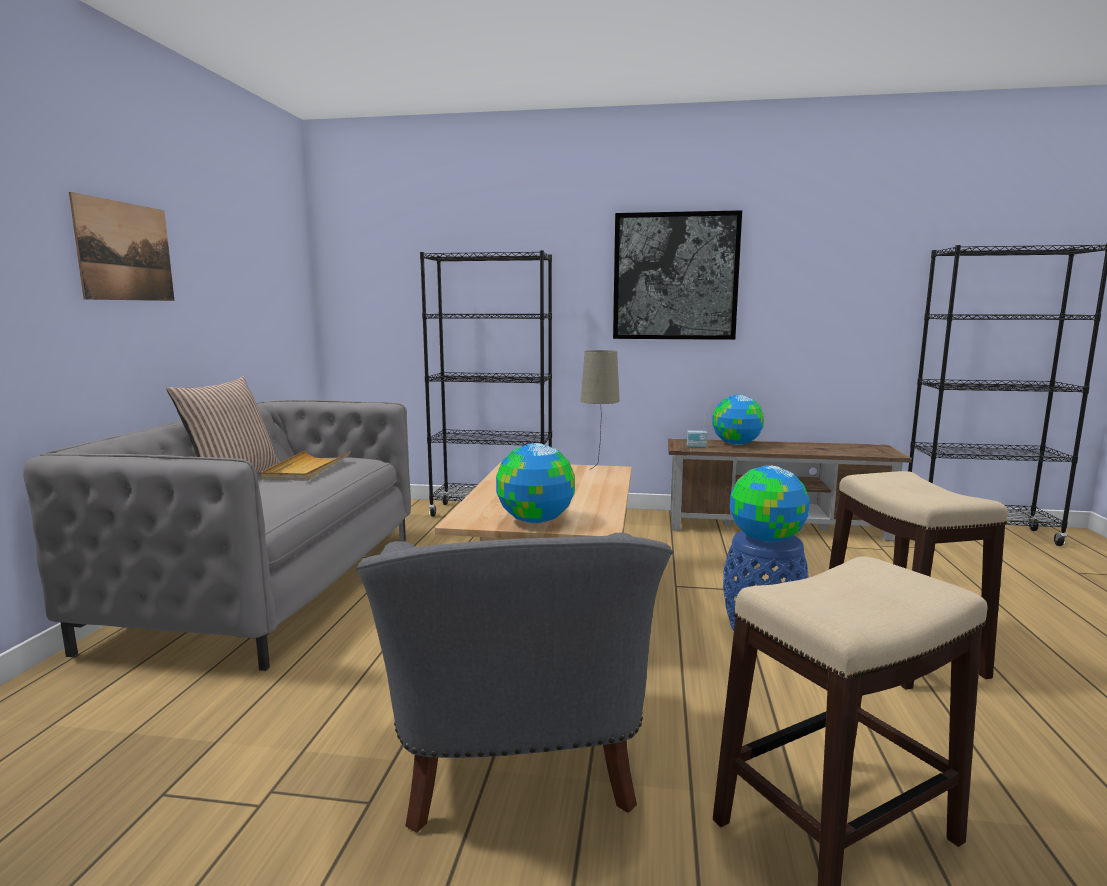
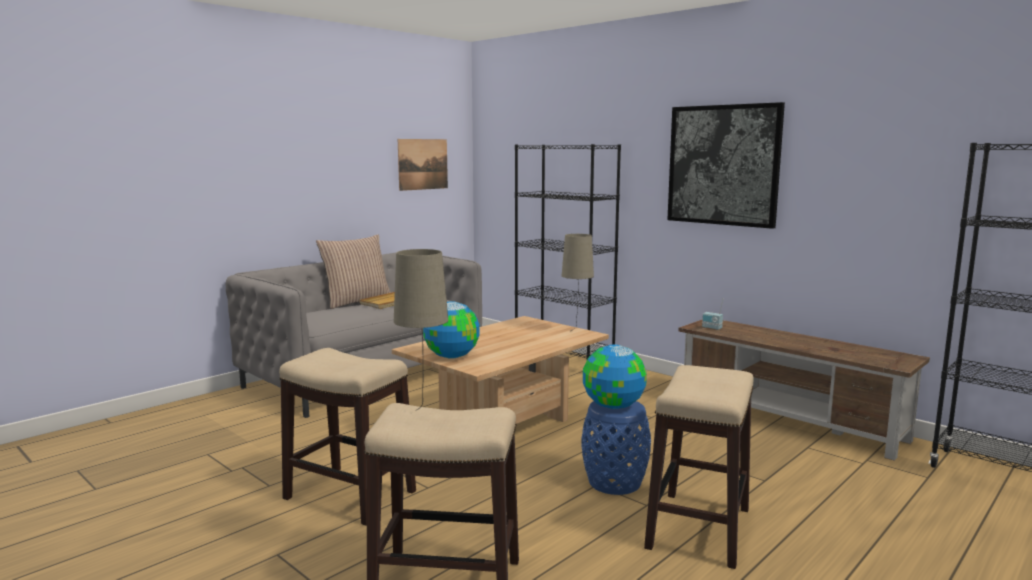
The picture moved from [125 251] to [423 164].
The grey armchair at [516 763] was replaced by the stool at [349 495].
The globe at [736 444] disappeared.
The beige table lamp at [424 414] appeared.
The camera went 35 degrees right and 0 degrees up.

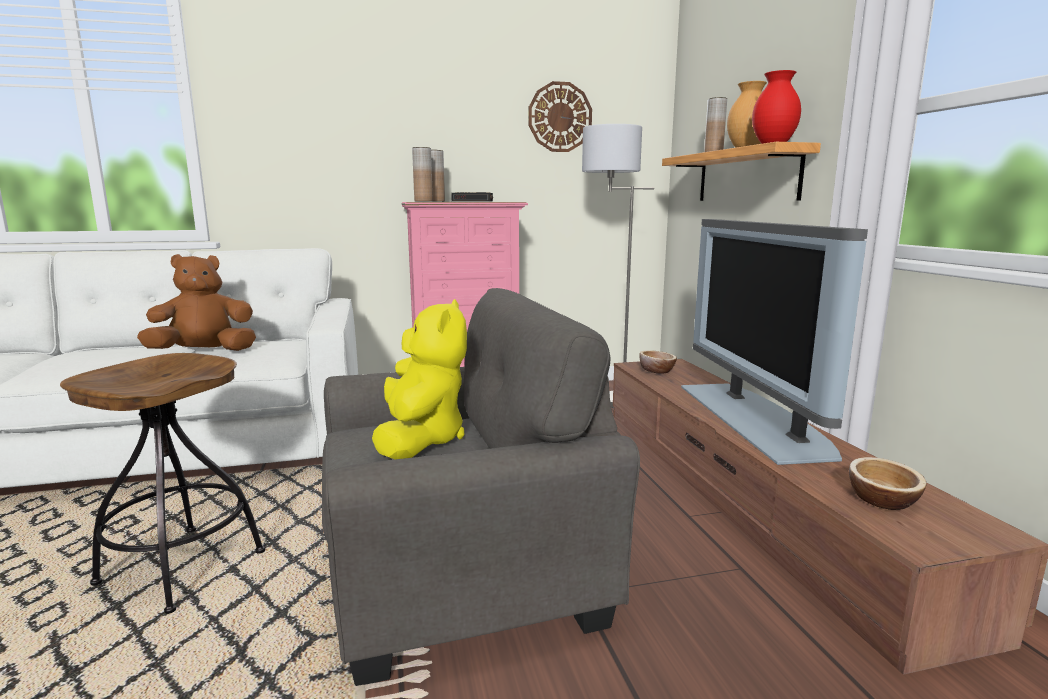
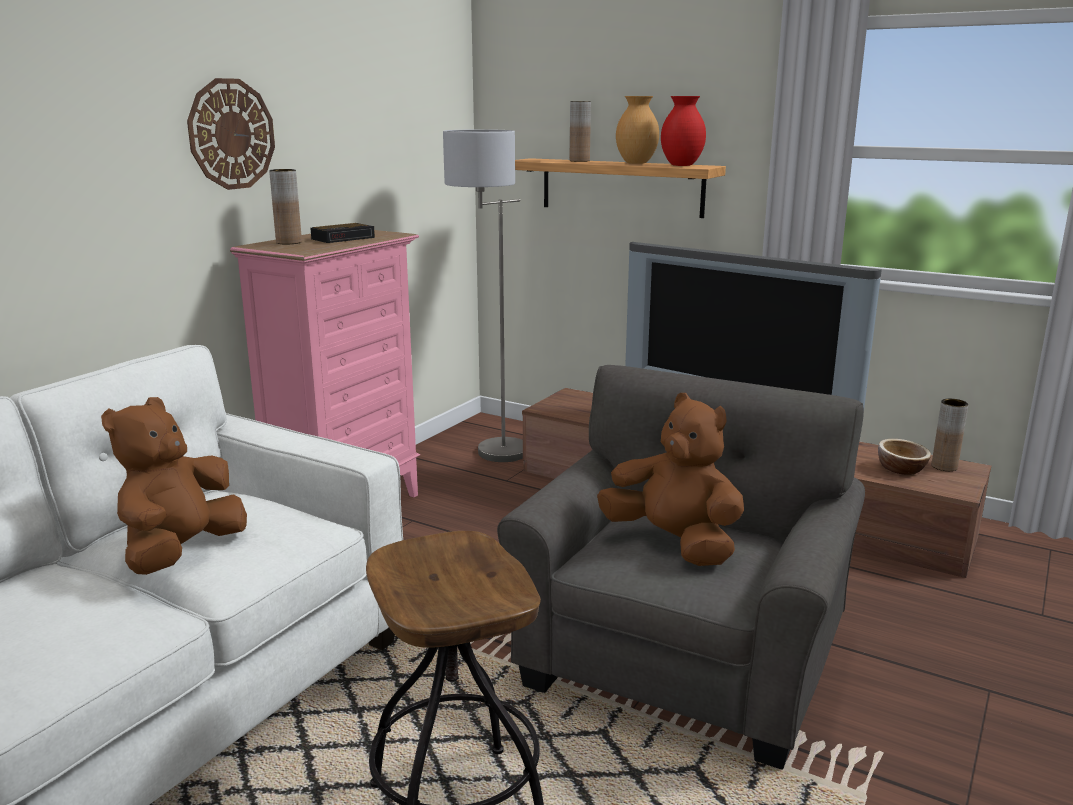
The yellow plush toy at [420 440] became the brown plush toy at [673 543].
The brown vase moved from [423 201] to [944 466].
The wall clock moved from [560 117] to [231 134].
The bowl at [656 371] disappeared.
The camera went 45 degrees left and 5 degrees up.

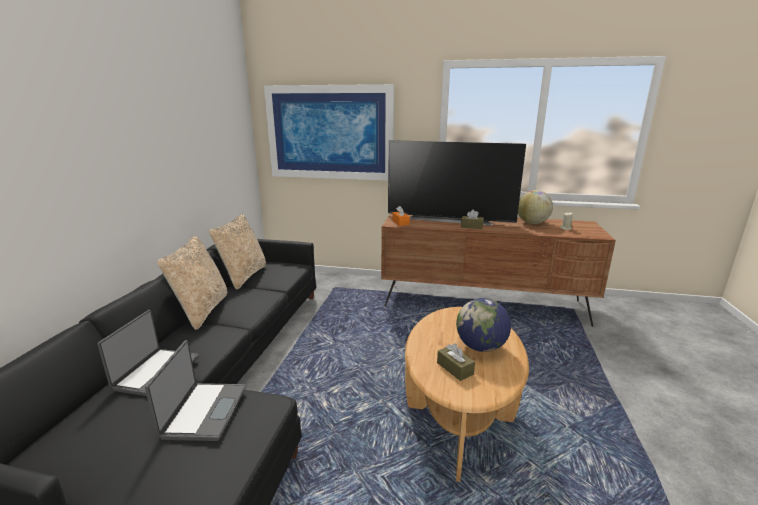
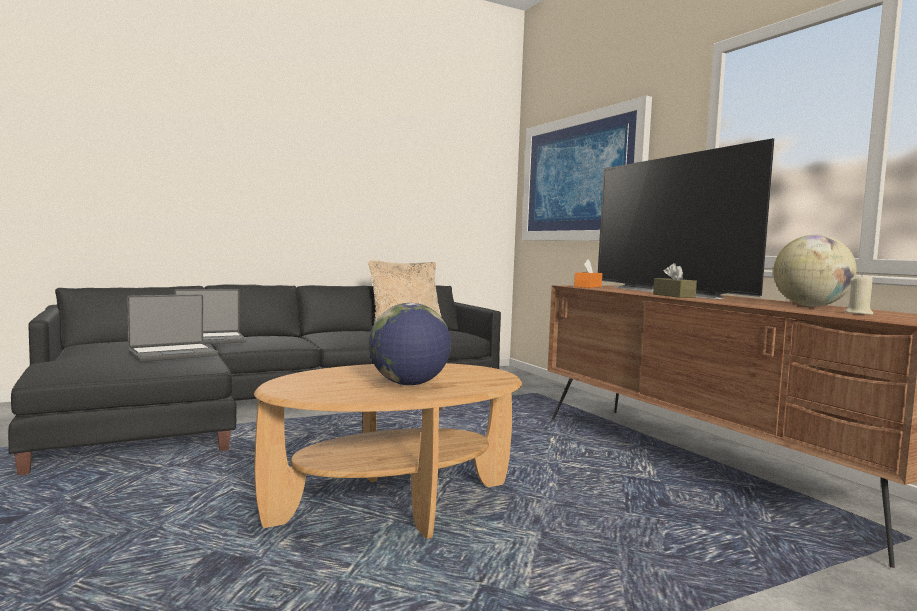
The beige pillow at [203 311] disappeared.
The brown tissue box at [455 368] disappeared.
The camera went 50 degrees right and 15 degrees down.

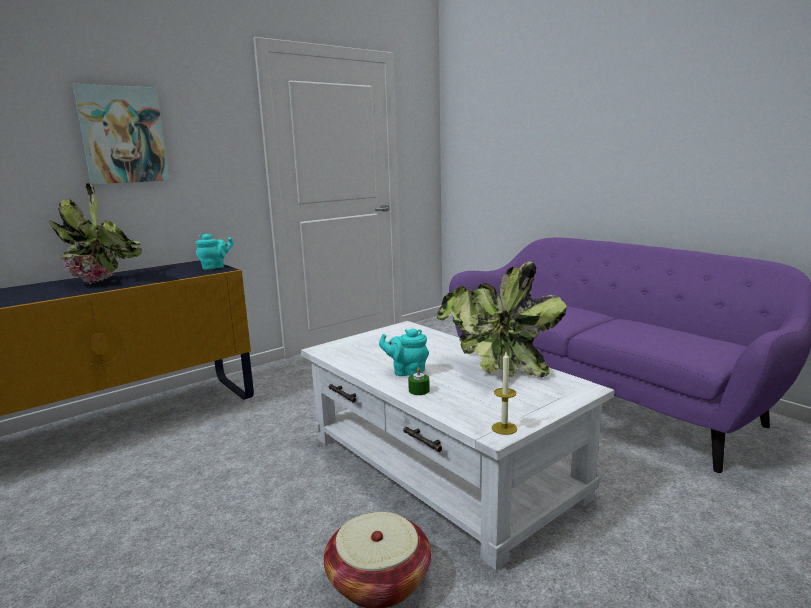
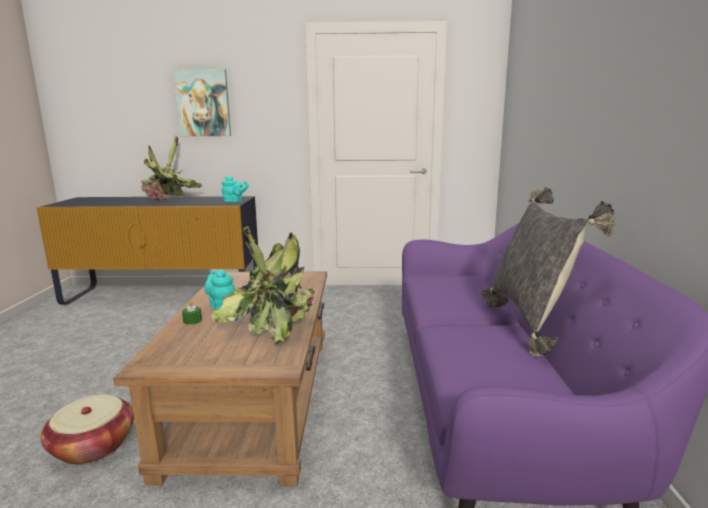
The white coffee table at [442 466] became the brown coffee table at [254 399].
The candle at [504 428] disappeared.
The pillow at [533 329] appeared.
The camera went 40 degrees right and 0 degrees up.

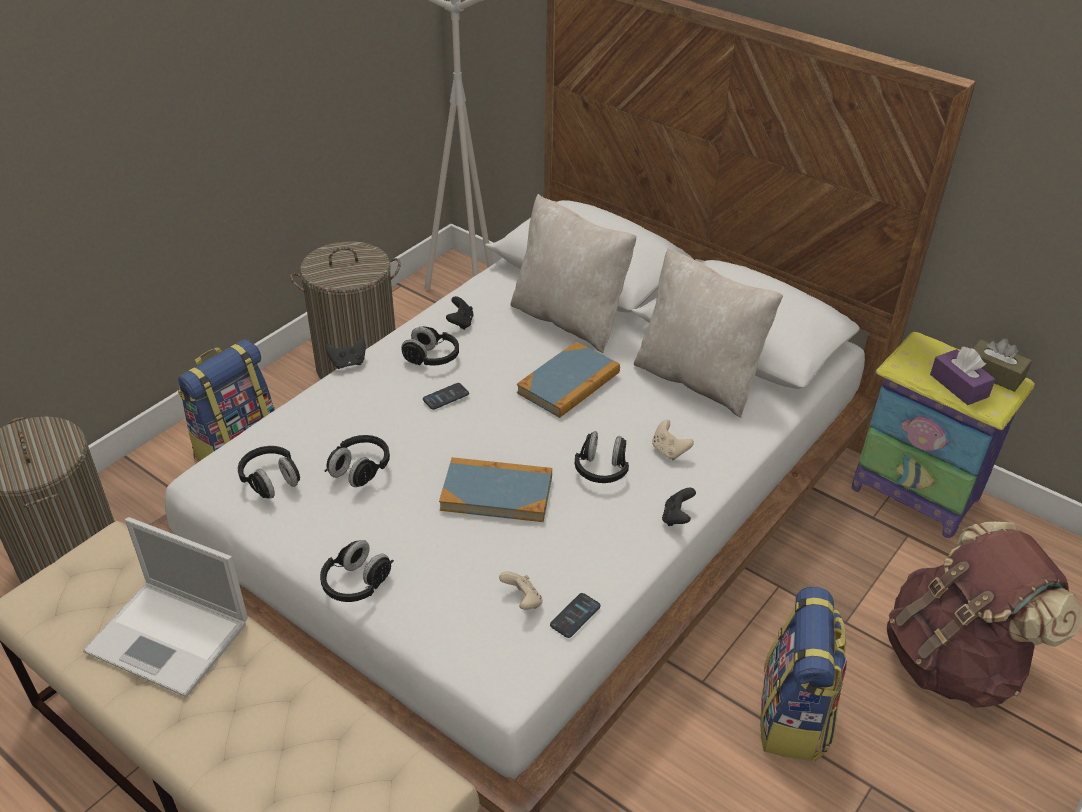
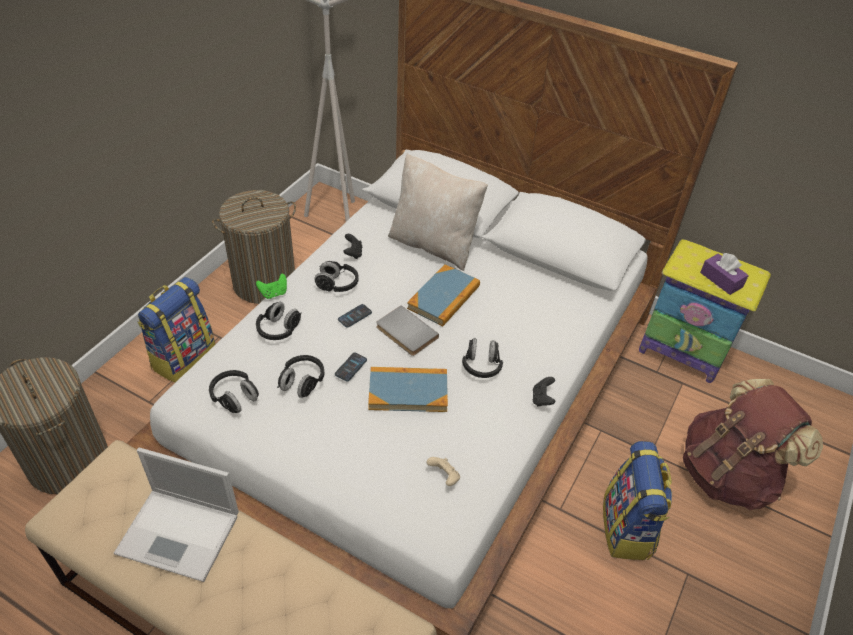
The black headphones moved from [356 584] to [279 329].
The black game controller at [348 363] became the green game controller at [274 293].
The phone moved from [575 616] to [351 367].
The beige pillow at [698 379] disappeared.
The beige game controller at [669 451] disappeared.
The brown tissue box at [994 374] disappeared.
The grey book at [405 333] appeared.
The camera went 10 degrees left and 5 degrees up.

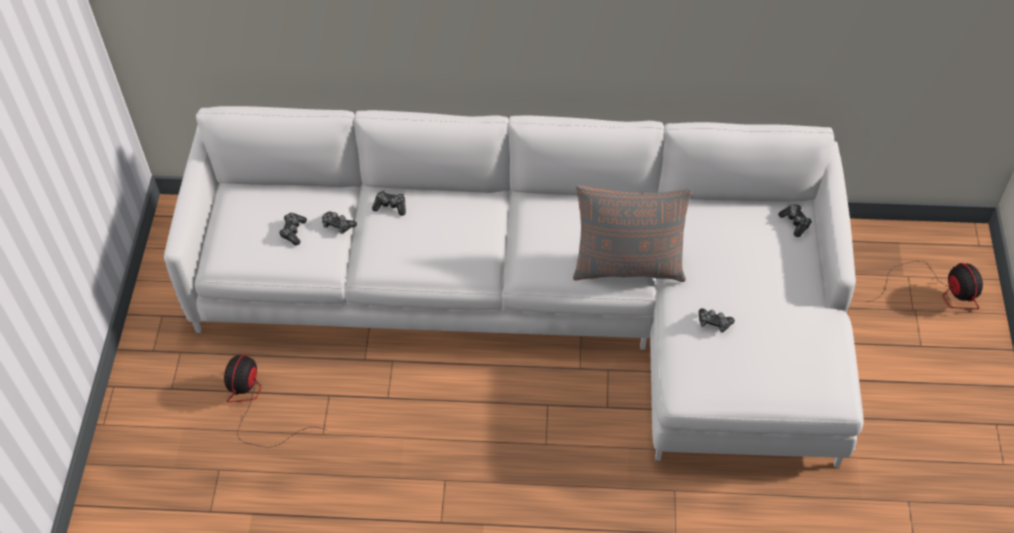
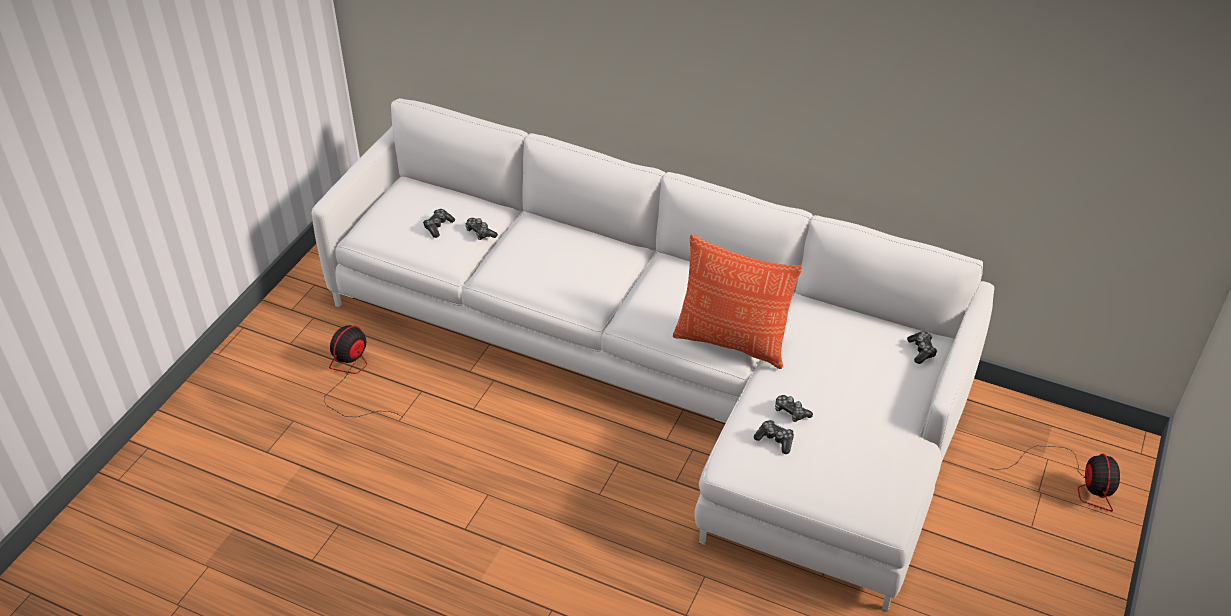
The game controller moved from [390 206] to [775 440].
The grey pillow at [628 267] became the orange pillow at [732 342].
The camera went 20 degrees right and 10 degrees down.

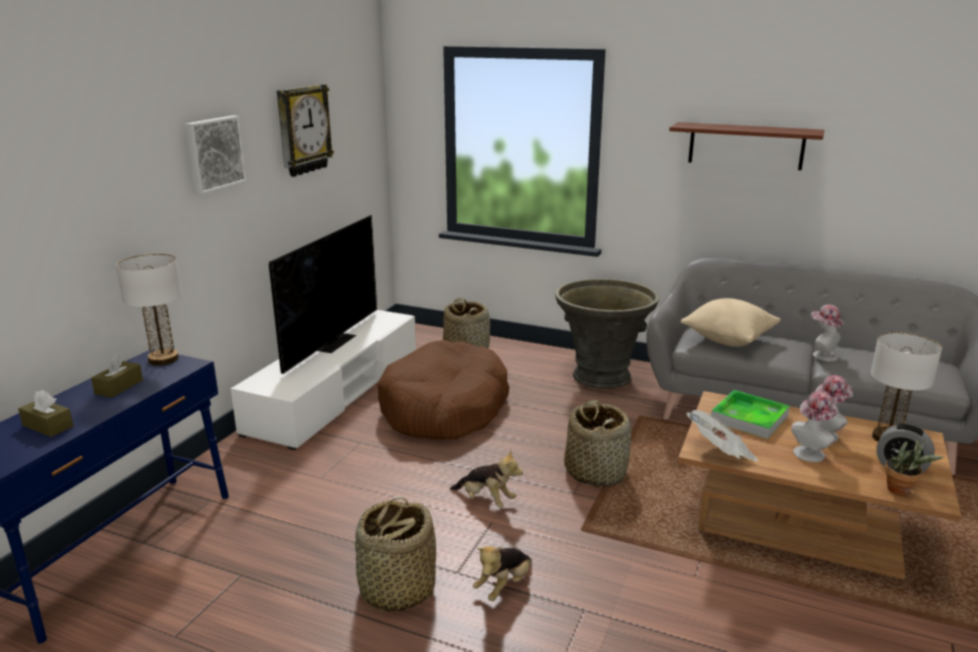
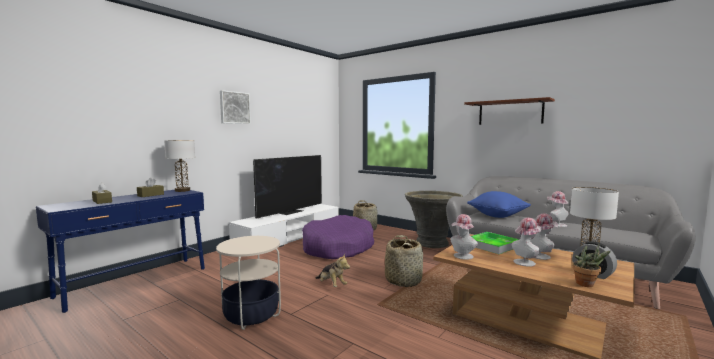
The wall clock at [303 130] disappeared.
The basket at [396 589] was replaced by the beige side table at [251 316].
The brown dog bed at [444 408] became the purple dog bed at [338 248].
The plush toy at [504 586] disappeared.
The beige pillow at [728 340] became the blue pillow at [497 216].
The newspaper at [720 452] was replaced by the hat at [462 256].
The camera went 15 degrees right and 15 degrees down.

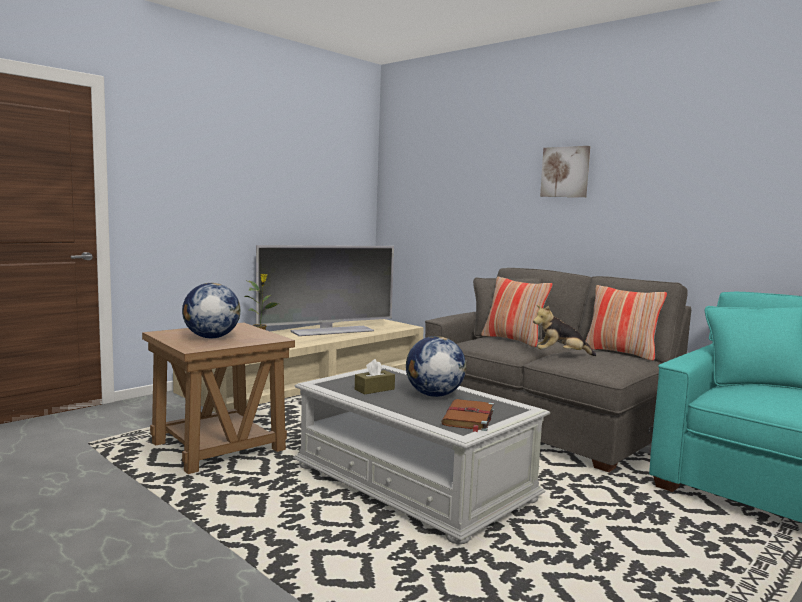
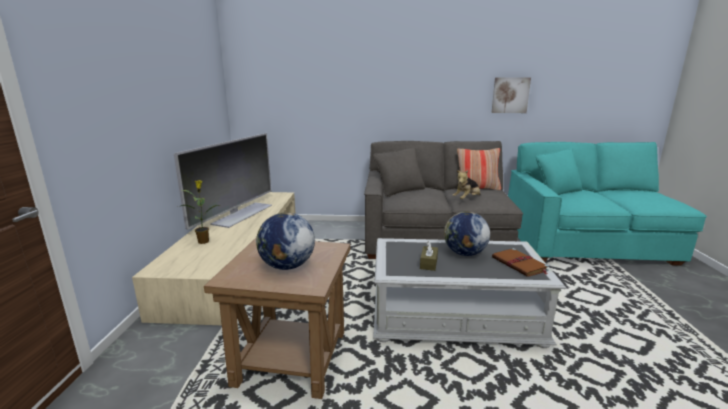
The pillow at [513 340] disappeared.
The picture moved from [565 172] to [510 95].
The camera went 40 degrees left and 10 degrees up.

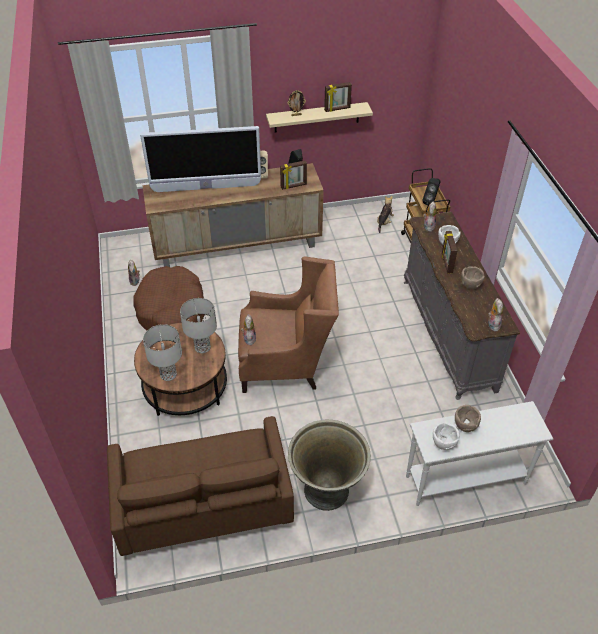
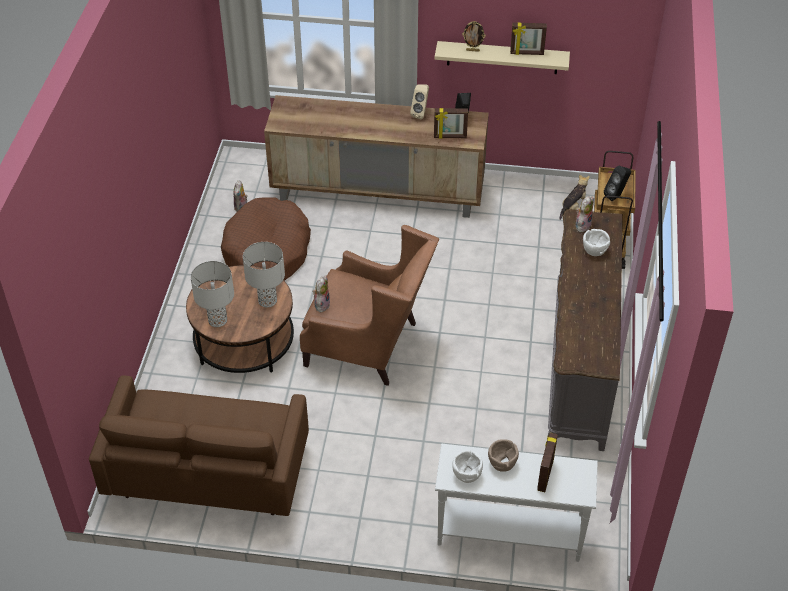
The television at [206 188] disappeared.
The grey planter at [327 491] disappeared.
The picture frame moved from [446 263] to [544 475].
The brown bowl at [470 284] disappeared.
The plush toy at [492 324] disappeared.
The camera went 20 degrees right and 0 degrees up.

